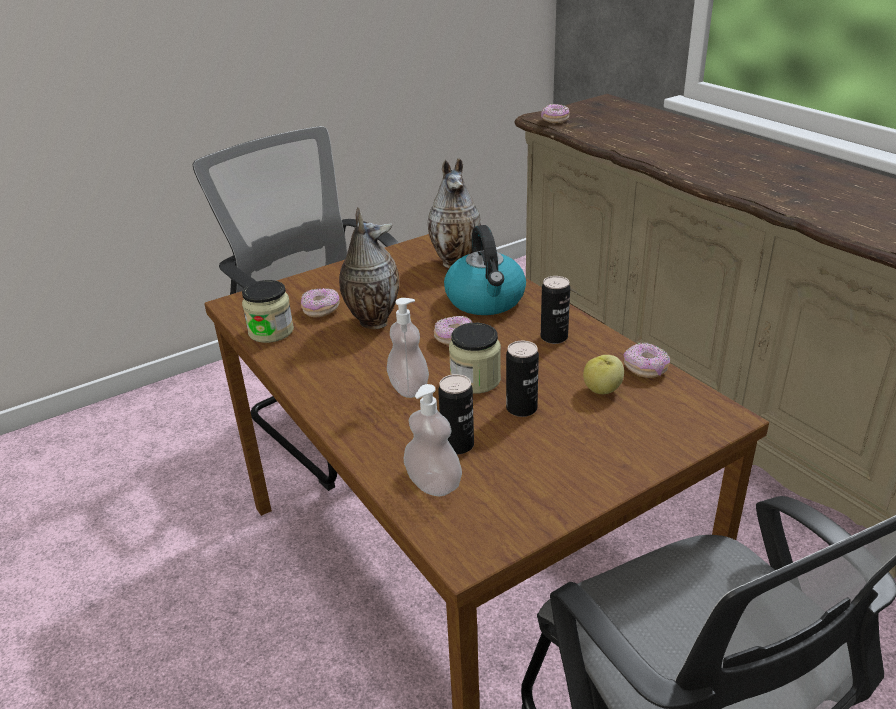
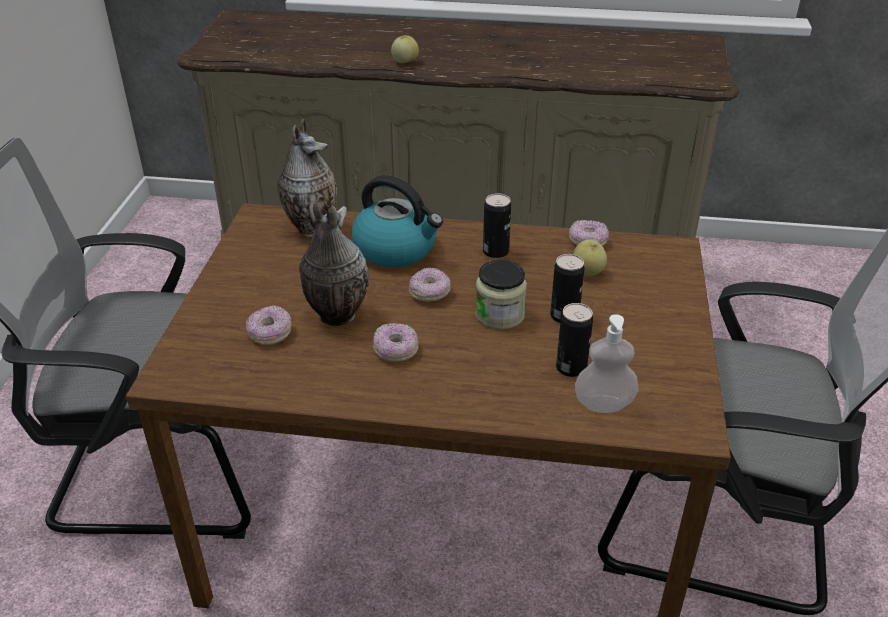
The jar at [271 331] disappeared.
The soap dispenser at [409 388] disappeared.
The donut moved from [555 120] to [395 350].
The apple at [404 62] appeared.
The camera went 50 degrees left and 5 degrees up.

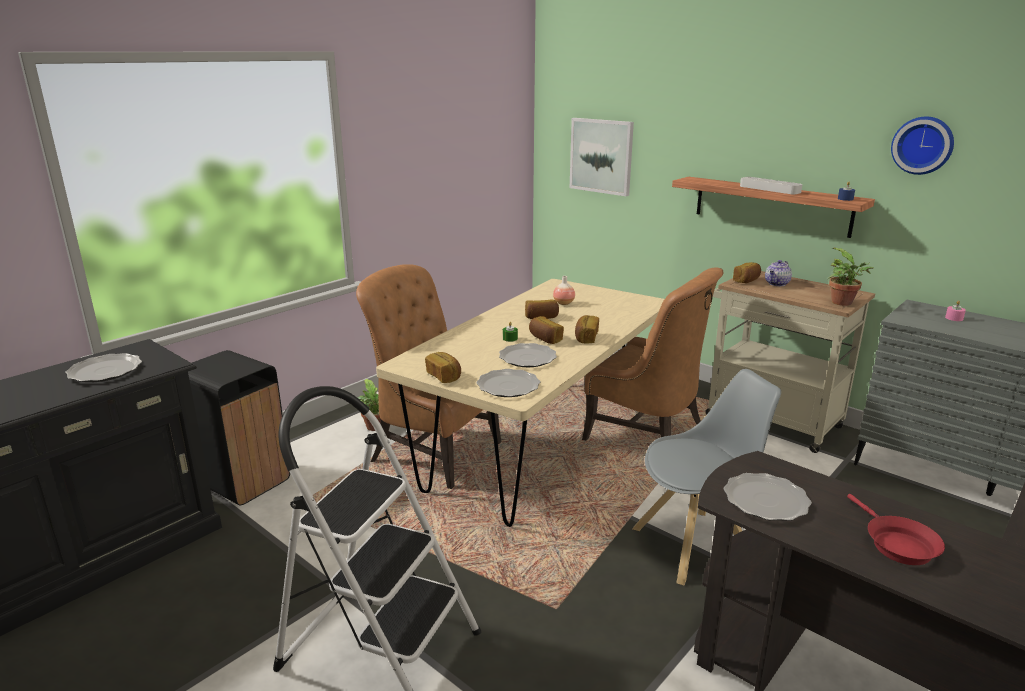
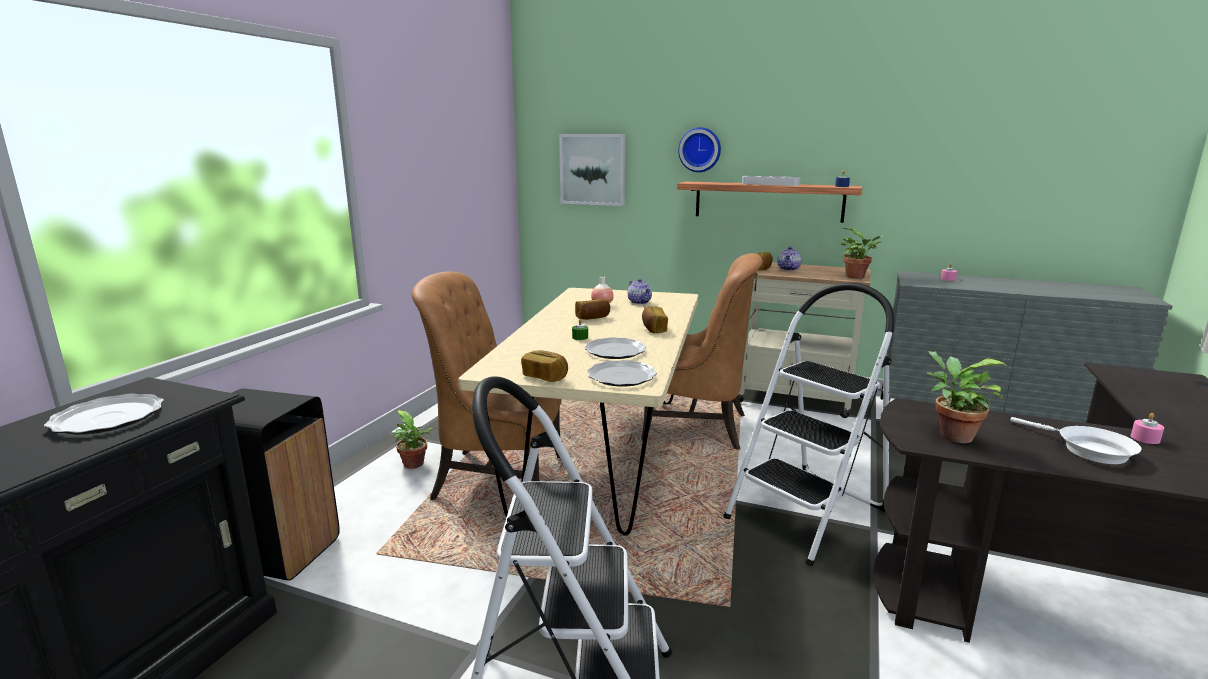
The bread at [545 339] disappeared.
The grey chair at [696 545] was replaced by the step ladder at [811 514].
The plate at [766 500] was replaced by the potted plant at [951 435].
The red frying pan at [896 544] became the white frying pan at [1088 450].
The wall clock moved from [923 145] to [700 149].
The teapot at [640 302] appeared.
The pink candle at [1145 438] appeared.
The camera went 20 degrees left and 5 degrees down.

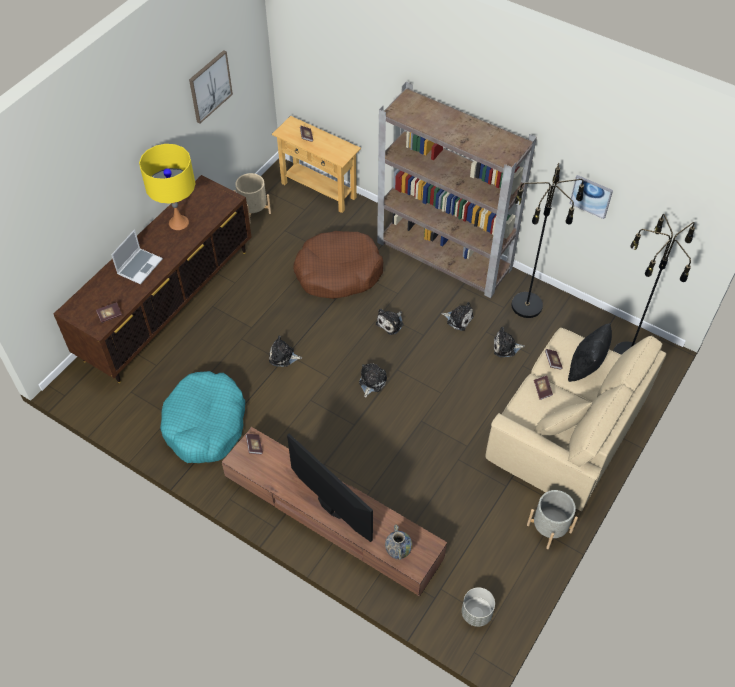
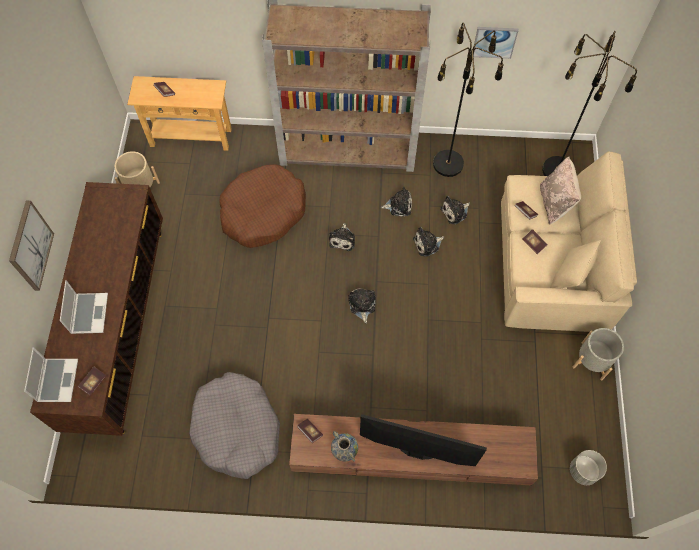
The yellow table lamp at [178 222] disappeared.
The turquoise dog bed at [205 424] became the grey dog bed at [237 429].
The picture moved from [210 86] to [30 246].
The plush toy moved from [283 357] to [427 244].
The vase moved from [398 553] to [344 452].
The black pillow at [586 367] became the beige pillow at [554 203].
The laptop at [57 380] appeared.
The camera went 30 degrees left and 10 degrees up.

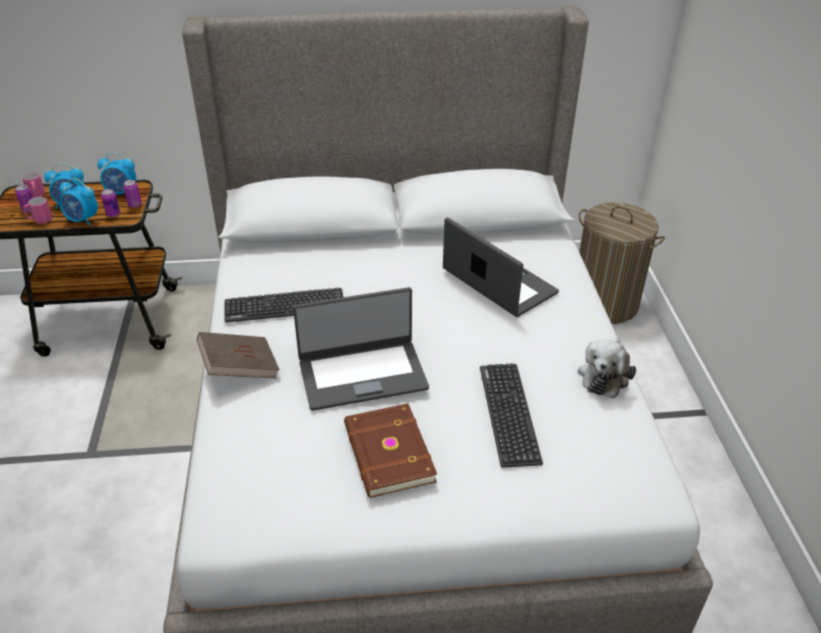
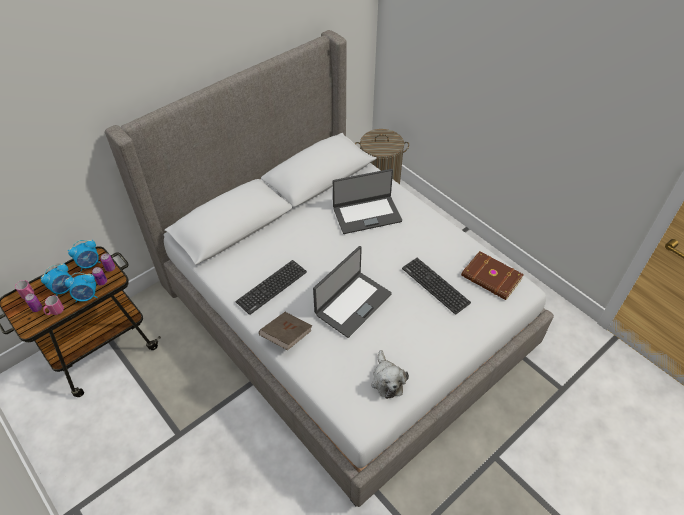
The brown book moved from [387 454] to [491 278].
The laptop at [498 282] turned 150 degrees clockwise.
The plush toy moved from [604 375] to [387 380].
The camera went 35 degrees left and 10 degrees up.

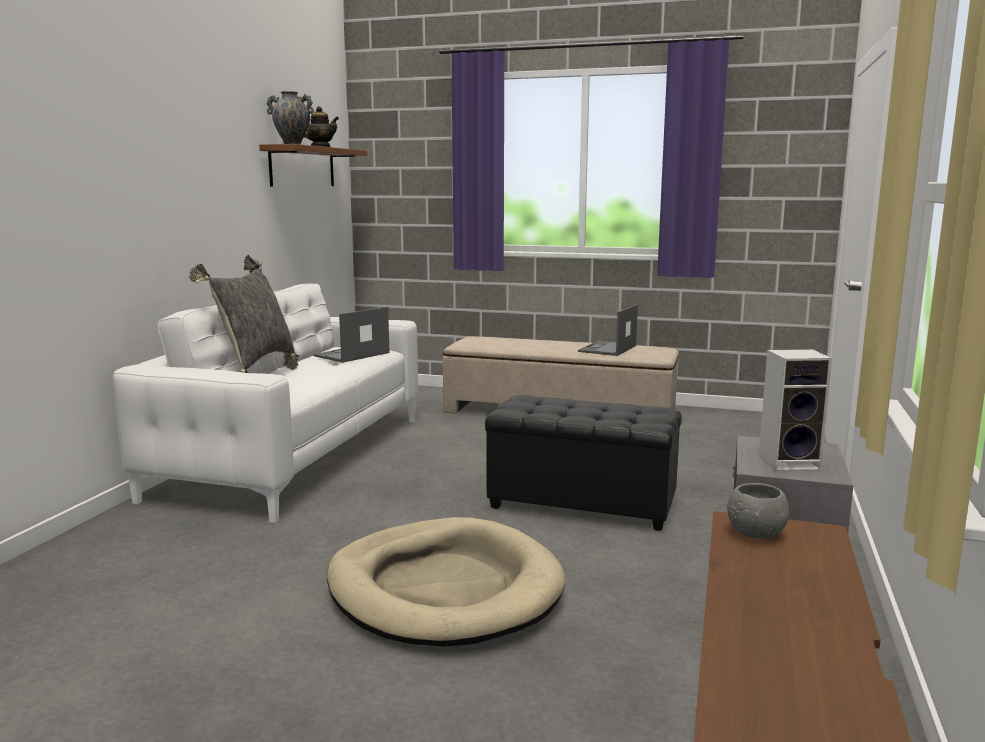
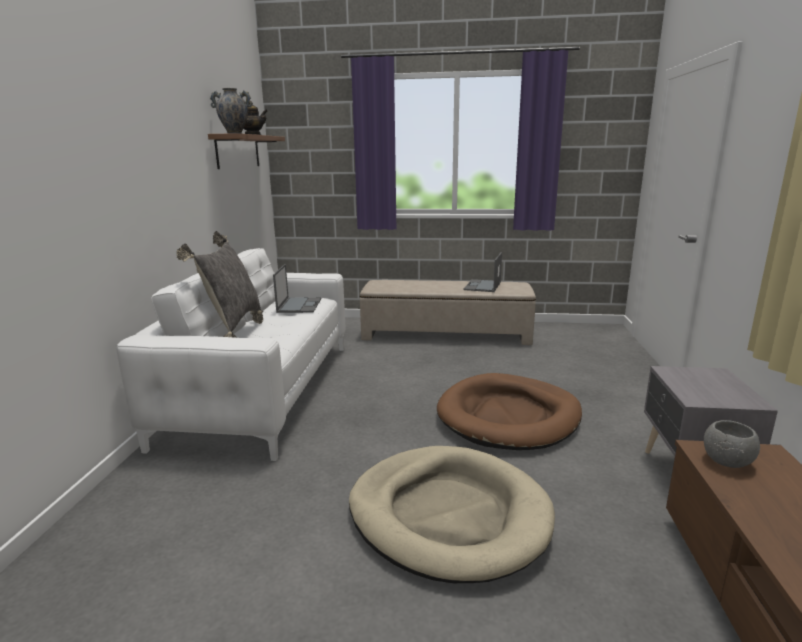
The laptop at [351 354] turned 150 degrees clockwise.
The black ottoman at [582 504] was replaced by the brown dog bed at [508 416].
The speaker at [790 463] disappeared.
The camera went 10 degrees left and 5 degrees up.

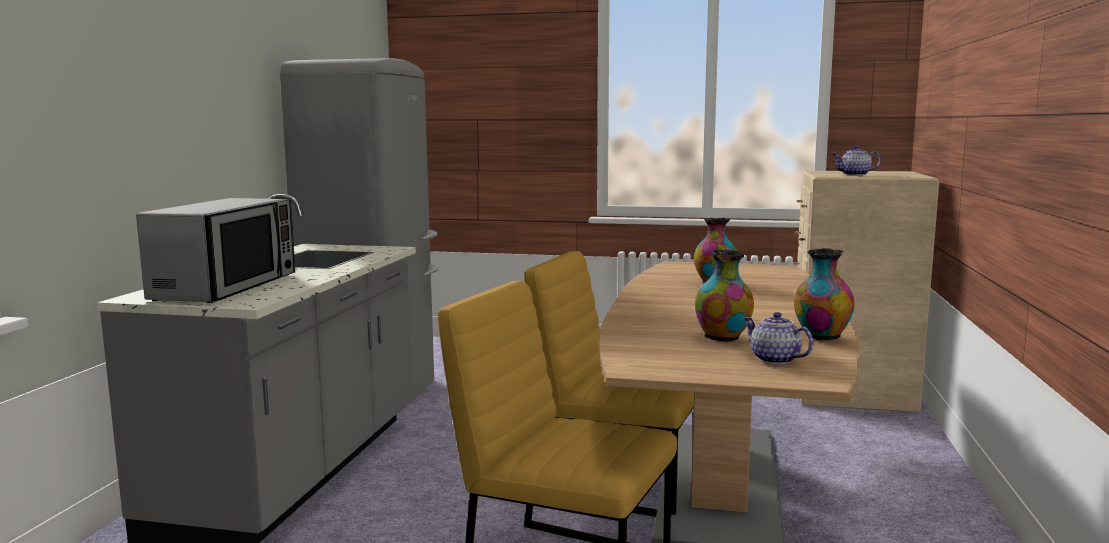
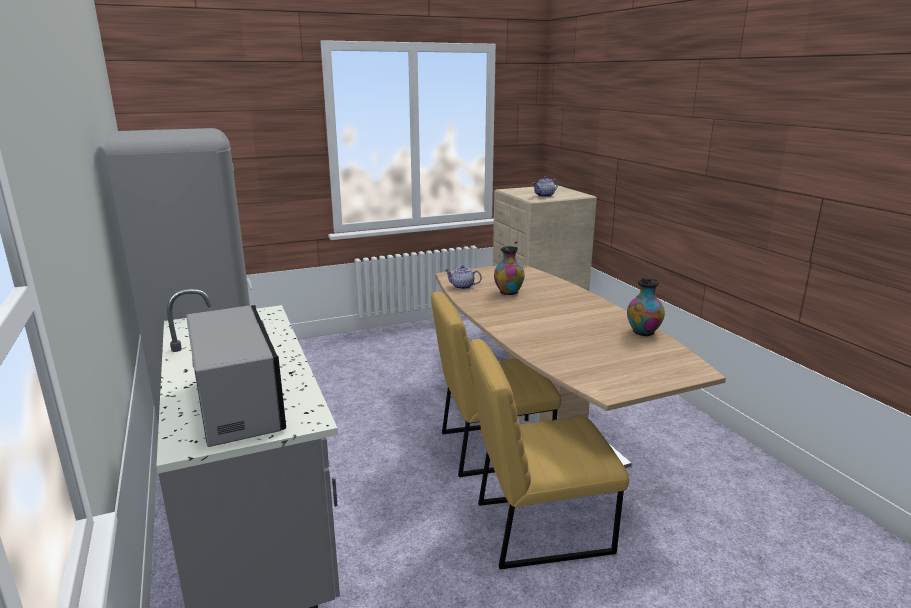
The vase at [723 338] disappeared.
The teapot moved from [774 360] to [462 287].
The camera went 35 degrees left and 10 degrees up.

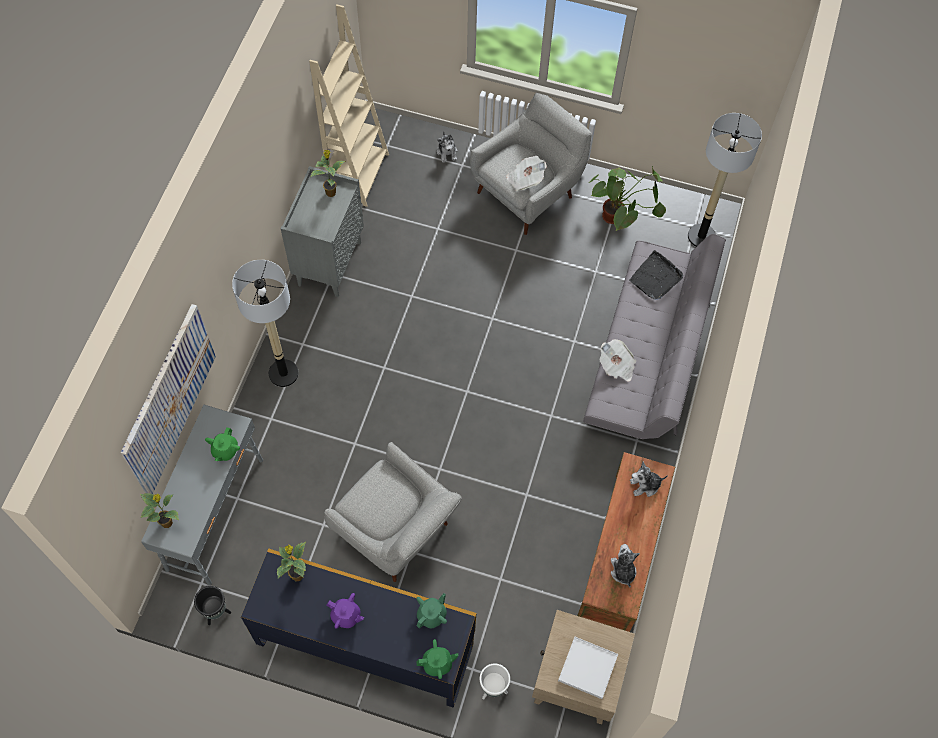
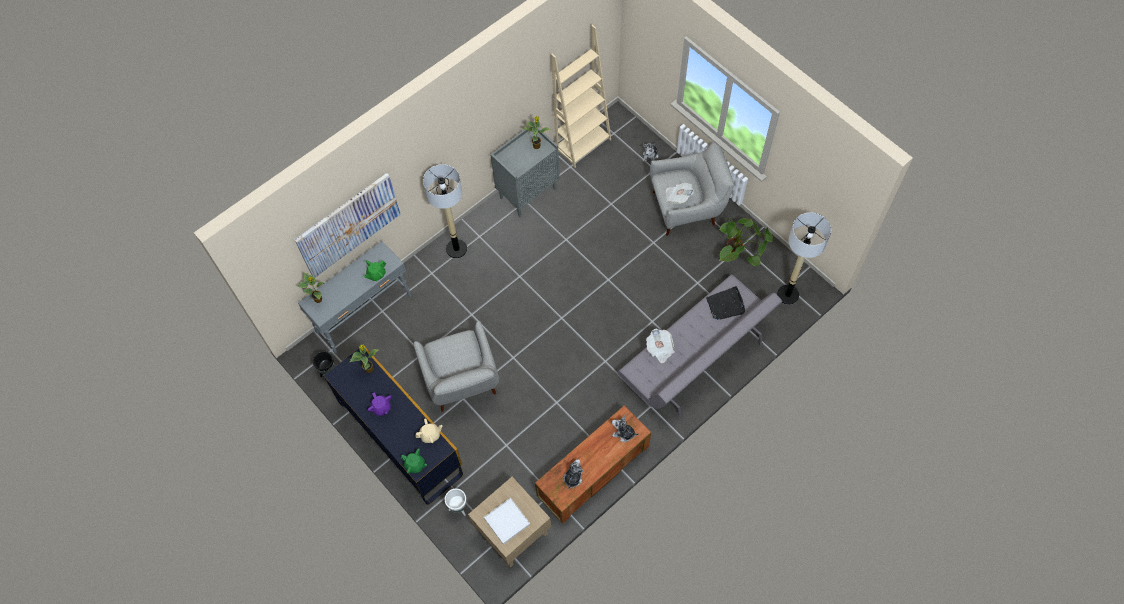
The green teapot at [432 615] became the beige teapot at [430 435].
The camera went 35 degrees right and 0 degrees up.

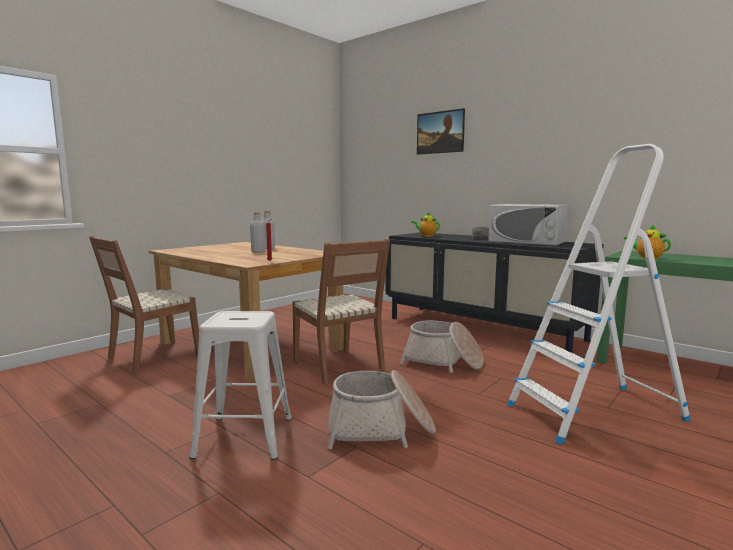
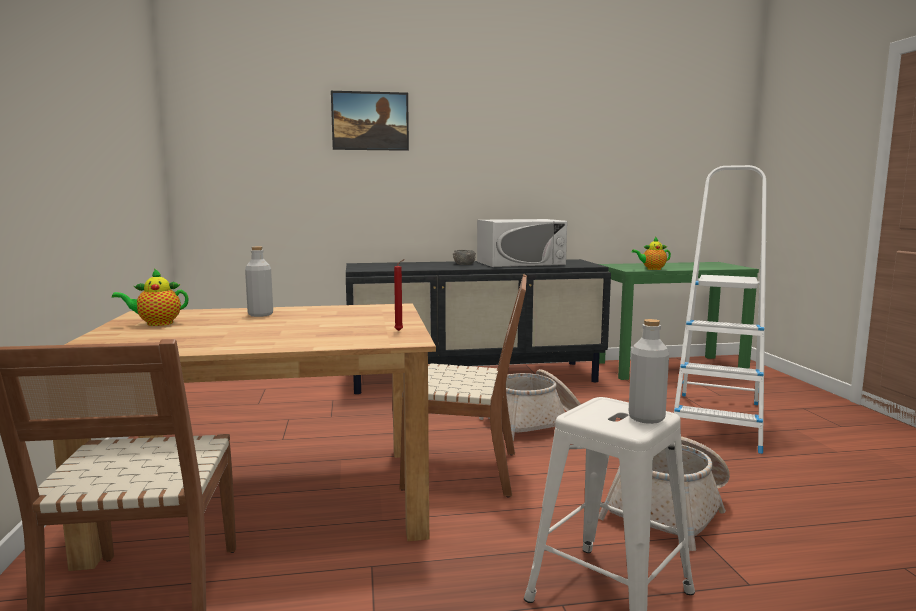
The grey bottle moved from [258 252] to [646 418].
The teapot moved from [426 236] to [156 323].
The camera went 50 degrees left and 0 degrees up.

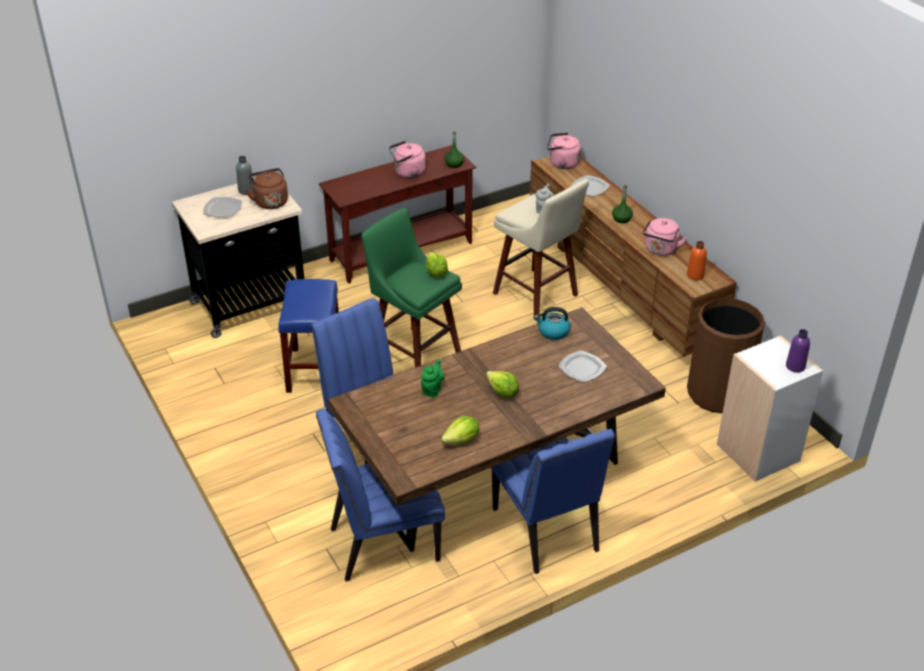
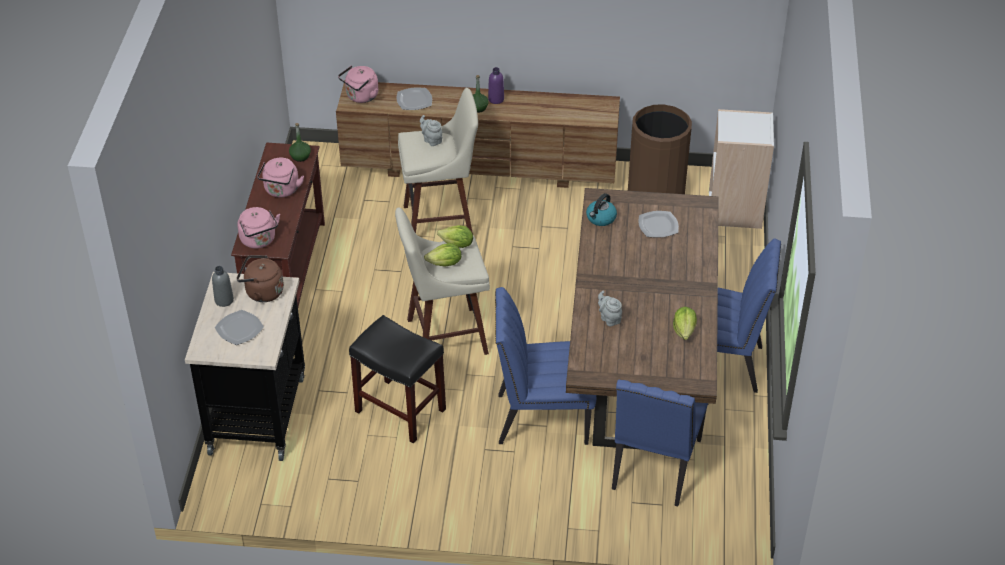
The blue stool at [315 370] became the black stool at [401 410].
The green stool at [414 355] became the beige stool at [444 337].
The green teapot at [432 389] became the grey teapot at [609 318].
The lettuce moved from [502 393] to [445 264].
The pink kettle moved from [660 250] to [259 240].
The orange bottle at [695 275] disappeared.
The purple bottle moved from [795 366] to [496 99].
The camera went 55 degrees left and 5 degrees up.

